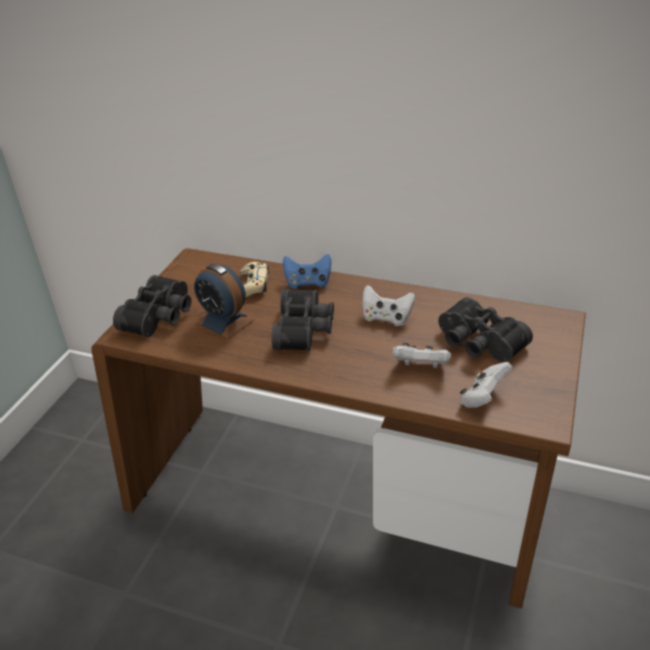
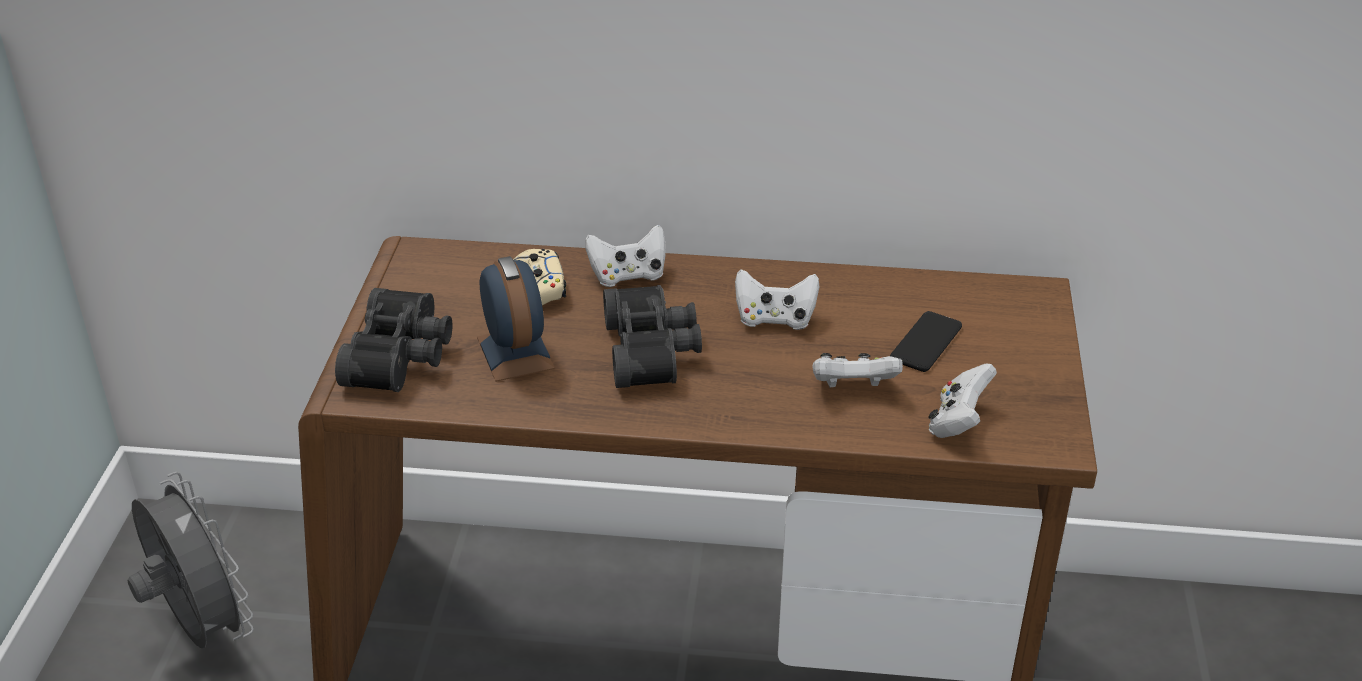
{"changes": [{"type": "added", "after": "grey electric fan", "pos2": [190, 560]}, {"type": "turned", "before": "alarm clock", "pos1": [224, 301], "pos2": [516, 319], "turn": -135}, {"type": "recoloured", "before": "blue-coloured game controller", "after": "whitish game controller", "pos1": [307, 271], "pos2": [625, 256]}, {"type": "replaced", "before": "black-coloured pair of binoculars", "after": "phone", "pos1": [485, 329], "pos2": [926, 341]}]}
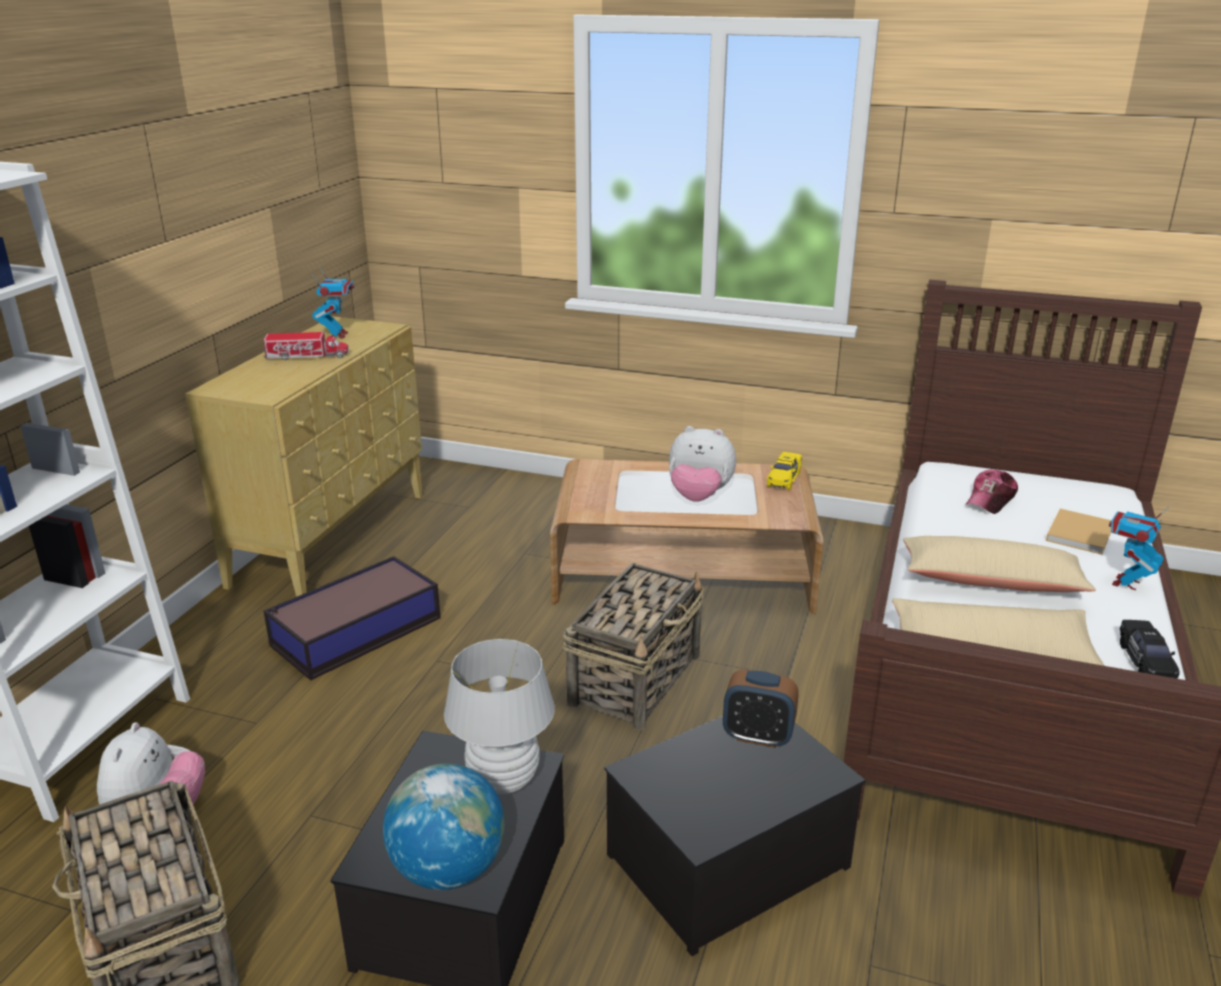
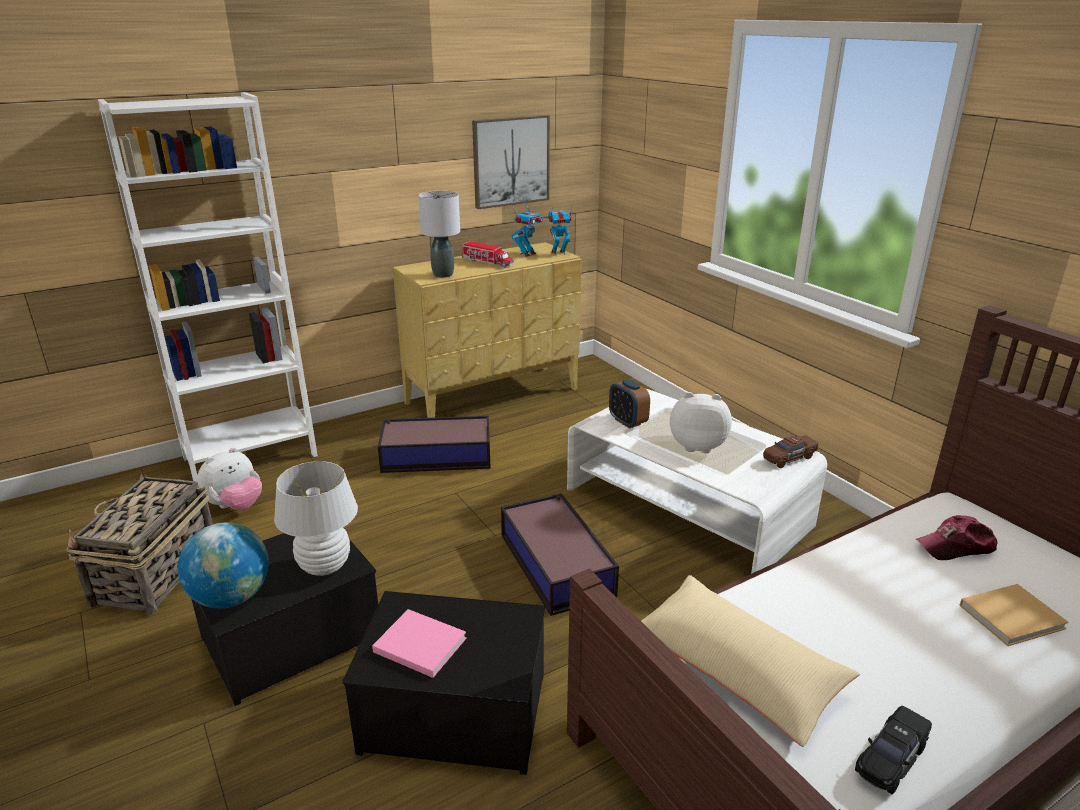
{"changes": [{"type": "added", "after": "pink-coloured bound book", "pos2": [419, 643]}, {"type": "added", "after": "grey lamp for a table", "pos2": [439, 234]}, {"type": "added", "after": "picture", "pos2": [511, 162]}, {"type": "replaced", "before": "household basket", "after": "storage bin", "pos1": [633, 646], "pos2": [560, 554]}, {"type": "moved", "before": "toy robot", "pos1": [1139, 548], "pos2": [560, 231]}, {"type": "recoloured", "before": "brown low table", "after": "whitish low table", "pos1": [686, 536], "pos2": [697, 481]}, {"type": "moved", "before": "alarm clock", "pos1": [761, 709], "pos2": [629, 404]}, {"type": "turned", "before": "soft toy", "pos1": [702, 464], "pos2": [701, 422], "turn": 135}, {"type": "recoloured", "before": "yellow model car", "after": "brown model car", "pos1": [784, 471], "pos2": [791, 451]}, {"type": "removed", "before": "beige-coloured cushion", "pos1": [999, 564]}]}
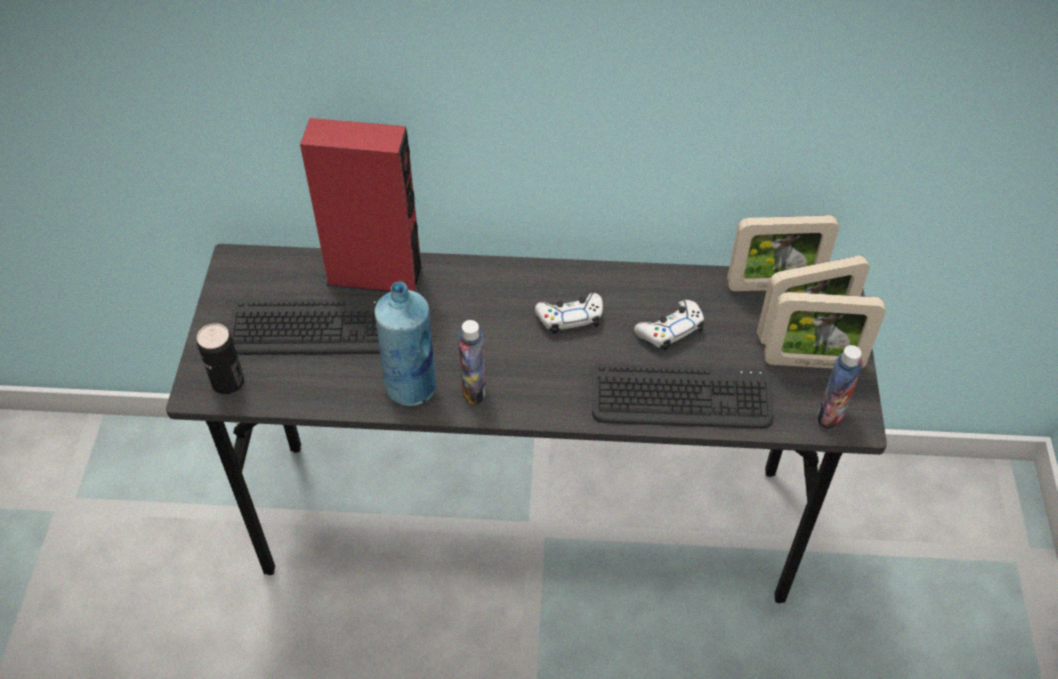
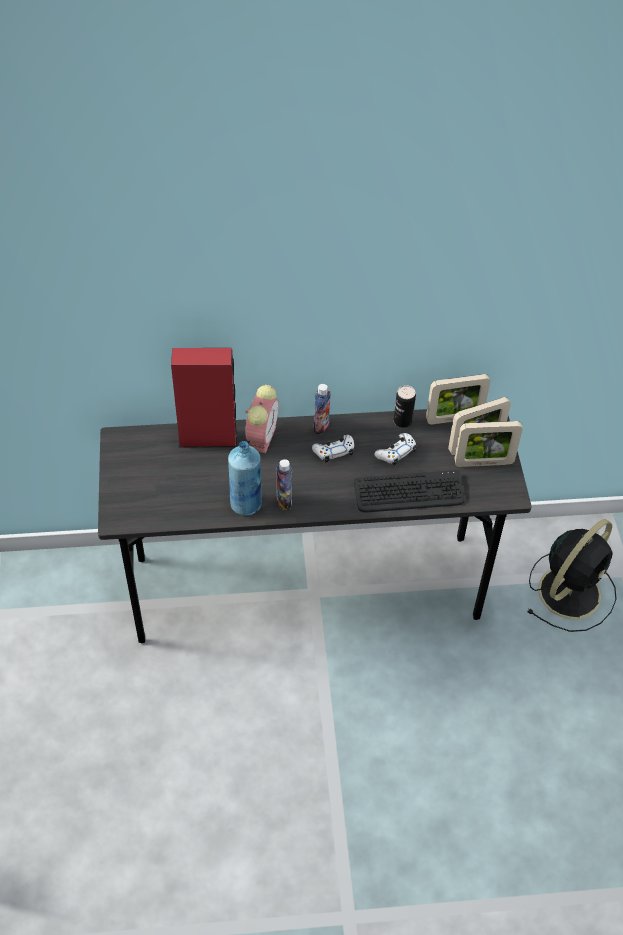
{"changes": [{"type": "added", "after": "alarm clock", "pos2": [262, 419]}, {"type": "moved", "before": "beverage bottle", "pos1": [840, 387], "pos2": [322, 409]}, {"type": "moved", "before": "metal can", "pos1": [220, 358], "pos2": [405, 406]}, {"type": "added", "after": "black-coloured electric fan", "pos2": [572, 575]}, {"type": "removed", "before": "computer keyboard", "pos1": [304, 327]}]}
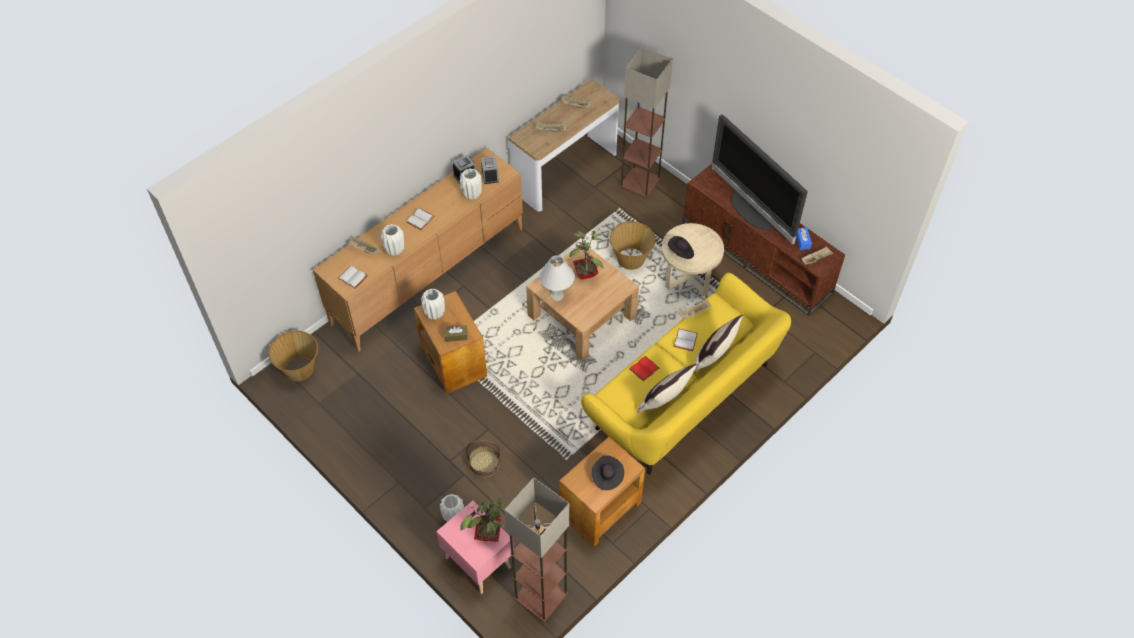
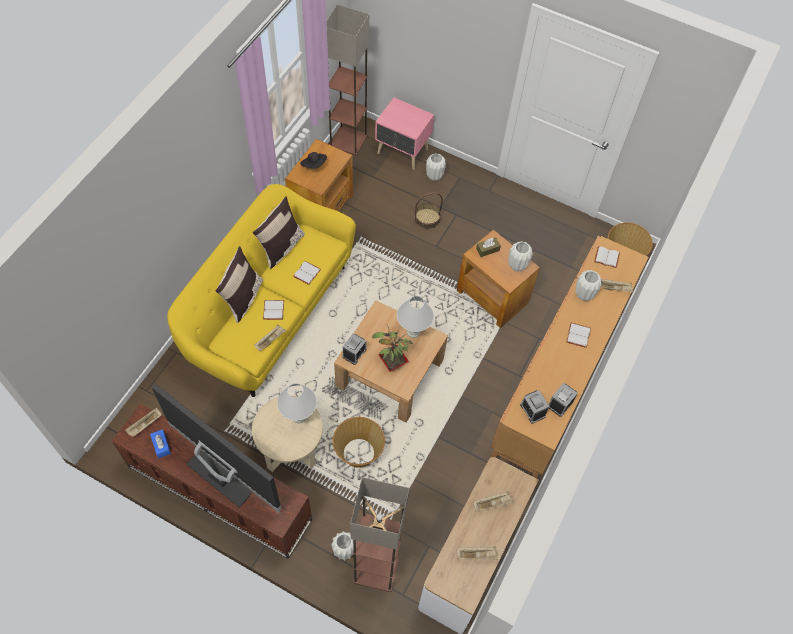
{"changes": [{"type": "replaced", "before": "black-coloured clothing hat", "after": "whitish lamp for a table", "pos1": [681, 247], "pos2": [297, 403]}, {"type": "recoloured", "before": "red-coloured bound book", "after": "whitish bound book", "pos1": [645, 368], "pos2": [307, 273]}, {"type": "moved", "before": "whitish flower vase", "pos1": [471, 184], "pos2": [342, 546]}, {"type": "added", "after": "alarm clock", "pos2": [354, 349]}, {"type": "removed", "before": "potted plant", "pos1": [482, 520]}]}
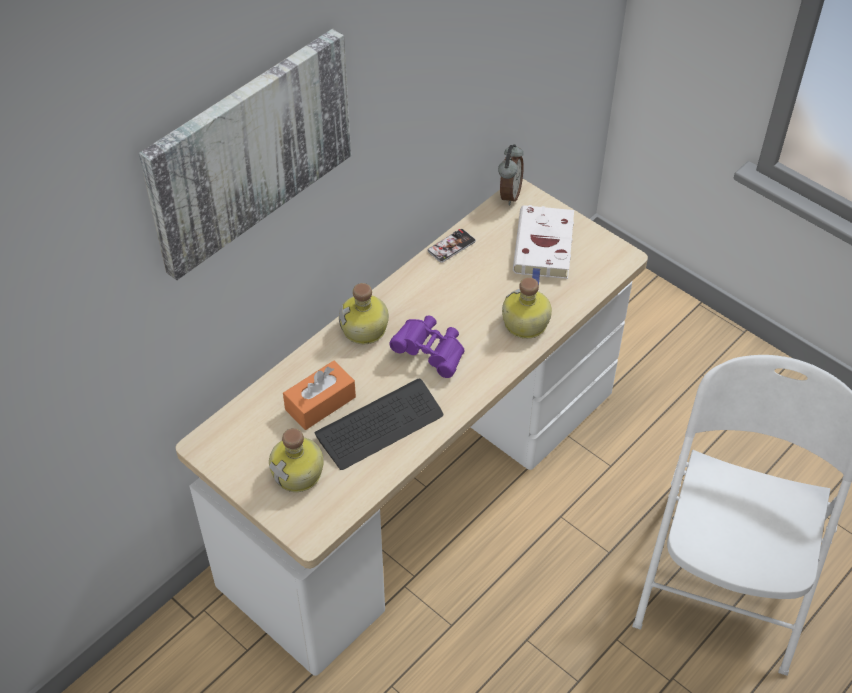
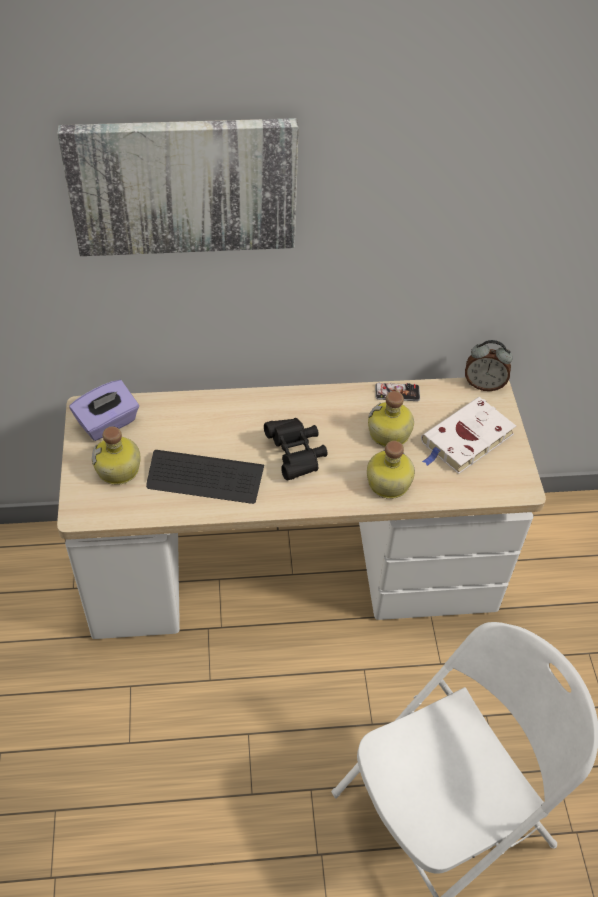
{"changes": [{"type": "added", "after": "purple box of tissues", "pos2": [104, 410]}, {"type": "recoloured", "before": "purple pair of binoculars", "after": "black-coloured pair of binoculars", "pos1": [427, 347], "pos2": [295, 449]}, {"type": "moved", "before": "beverage bottle", "pos1": [364, 313], "pos2": [391, 419]}, {"type": "turned", "before": "alarm clock", "pos1": [511, 174], "pos2": [488, 365], "turn": 45}, {"type": "removed", "before": "orangey box of tissues", "pos1": [319, 395]}]}
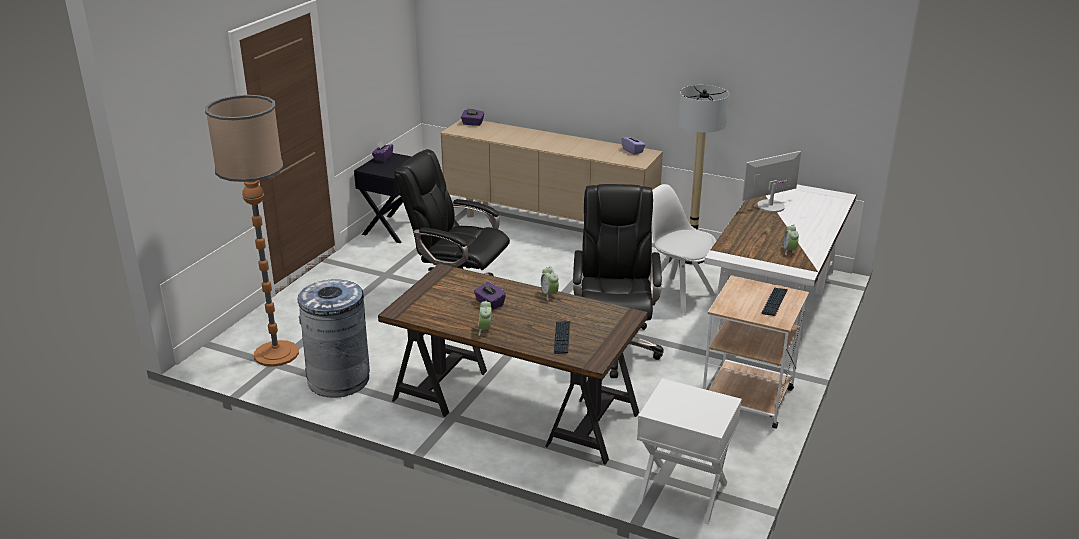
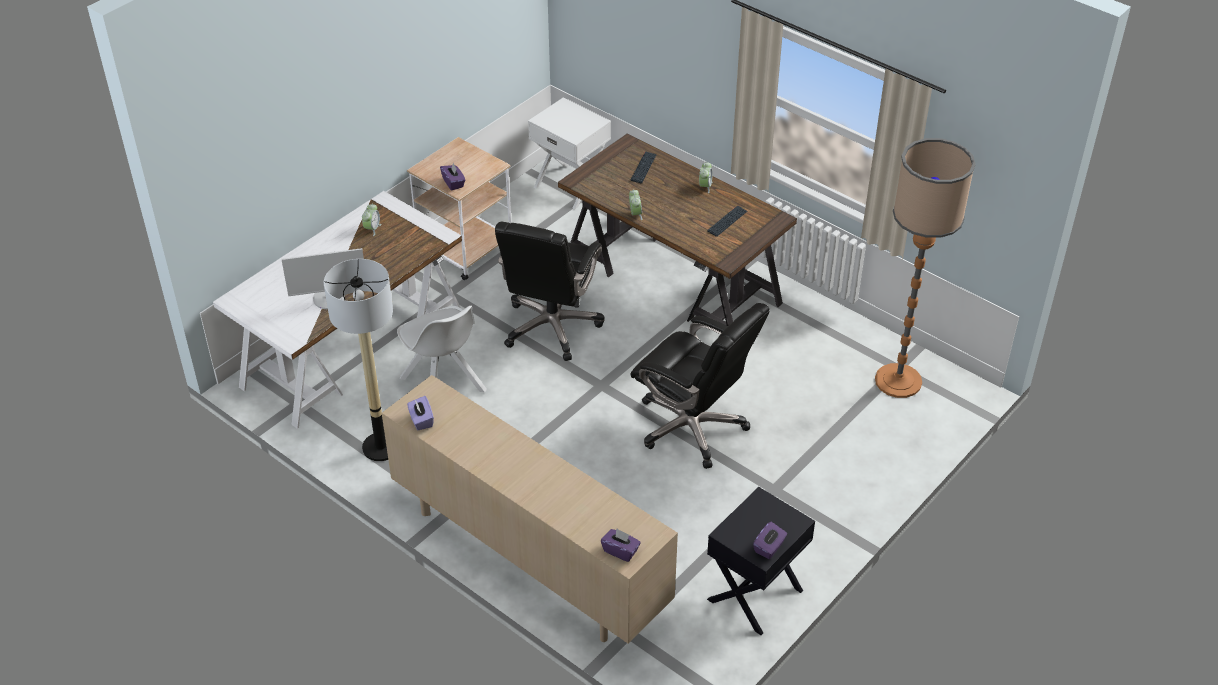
{"changes": [{"type": "moved", "before": "purple box of tissues", "pos1": [490, 296], "pos2": [452, 177]}, {"type": "moved", "before": "computer keyboard", "pos1": [775, 301], "pos2": [727, 221]}, {"type": "removed", "before": "grey trash can", "pos1": [334, 338]}]}
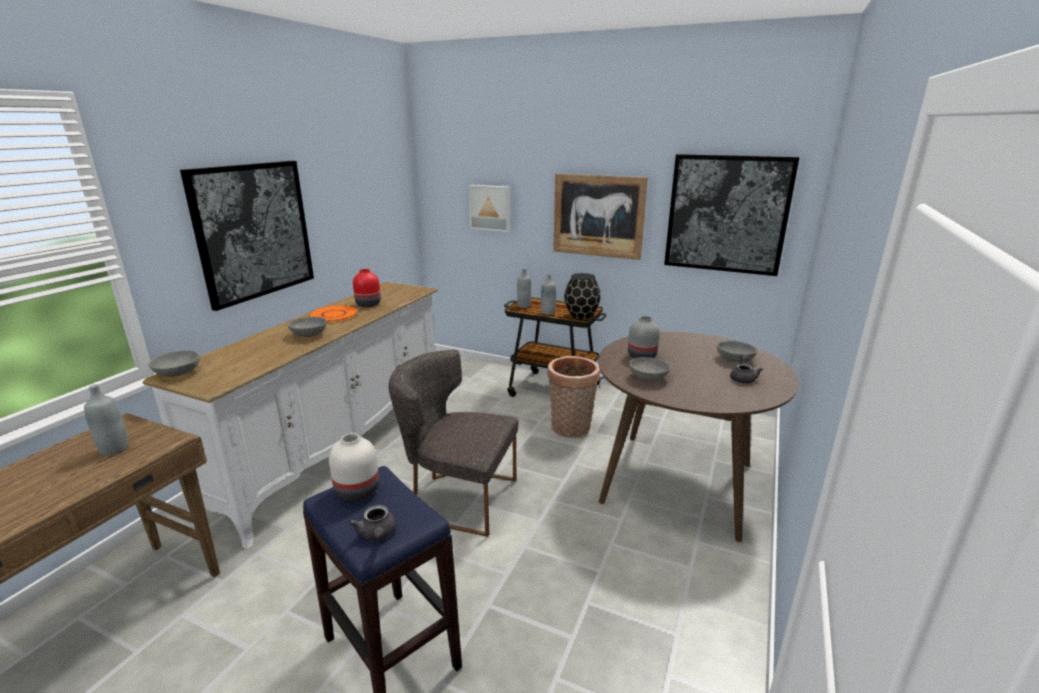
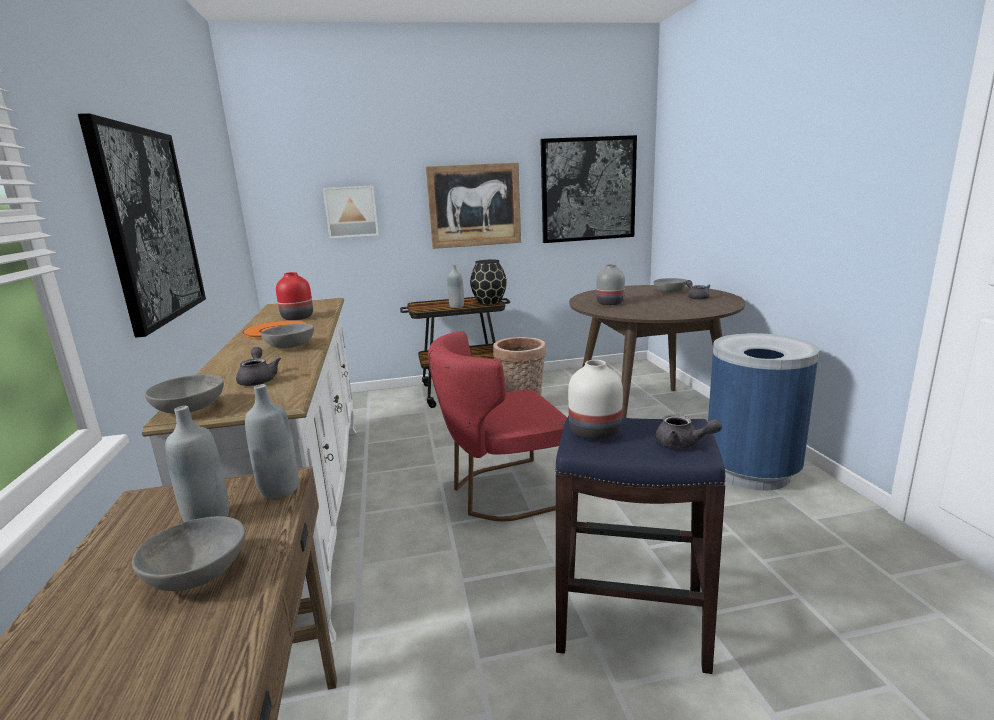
{"changes": [{"type": "moved", "before": "grey serving bowl", "pos1": [649, 369], "pos2": [188, 553]}, {"type": "added", "after": "grey tea pot", "pos2": [258, 366]}, {"type": "moved", "before": "grey beverage bottle", "pos1": [524, 288], "pos2": [272, 441]}, {"type": "recoloured", "before": "grey upright chair", "after": "red-coloured upright chair", "pos1": [453, 443], "pos2": [497, 426]}, {"type": "added", "after": "blue-coloured trash can", "pos2": [763, 412]}]}
